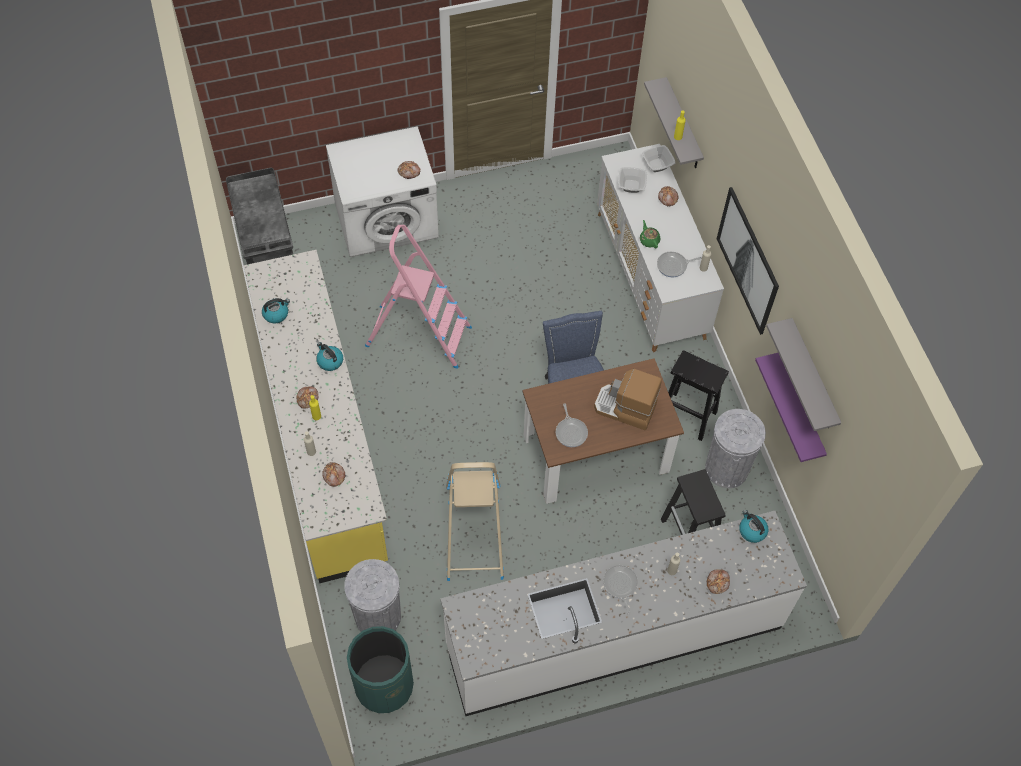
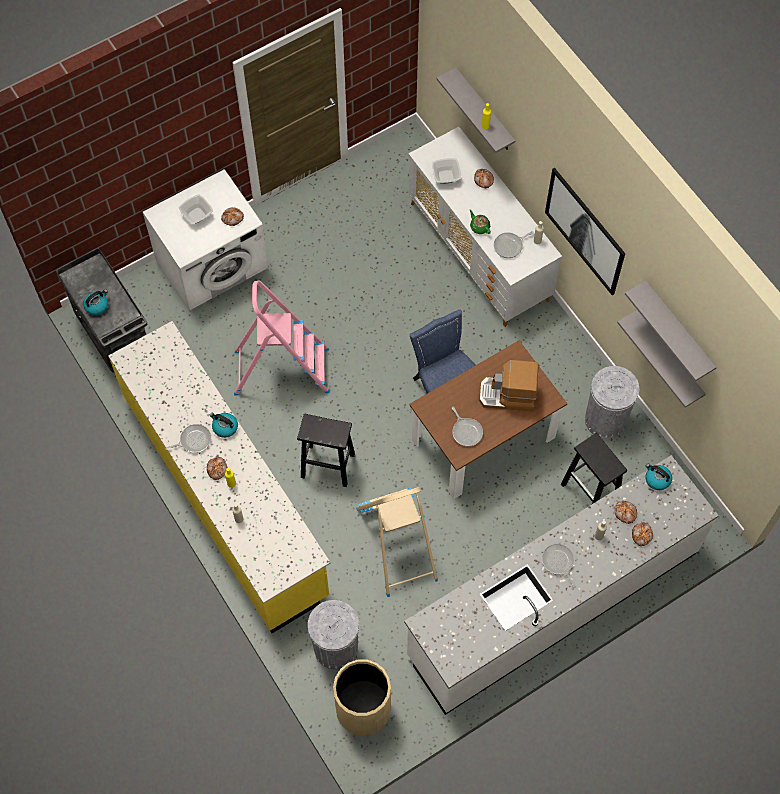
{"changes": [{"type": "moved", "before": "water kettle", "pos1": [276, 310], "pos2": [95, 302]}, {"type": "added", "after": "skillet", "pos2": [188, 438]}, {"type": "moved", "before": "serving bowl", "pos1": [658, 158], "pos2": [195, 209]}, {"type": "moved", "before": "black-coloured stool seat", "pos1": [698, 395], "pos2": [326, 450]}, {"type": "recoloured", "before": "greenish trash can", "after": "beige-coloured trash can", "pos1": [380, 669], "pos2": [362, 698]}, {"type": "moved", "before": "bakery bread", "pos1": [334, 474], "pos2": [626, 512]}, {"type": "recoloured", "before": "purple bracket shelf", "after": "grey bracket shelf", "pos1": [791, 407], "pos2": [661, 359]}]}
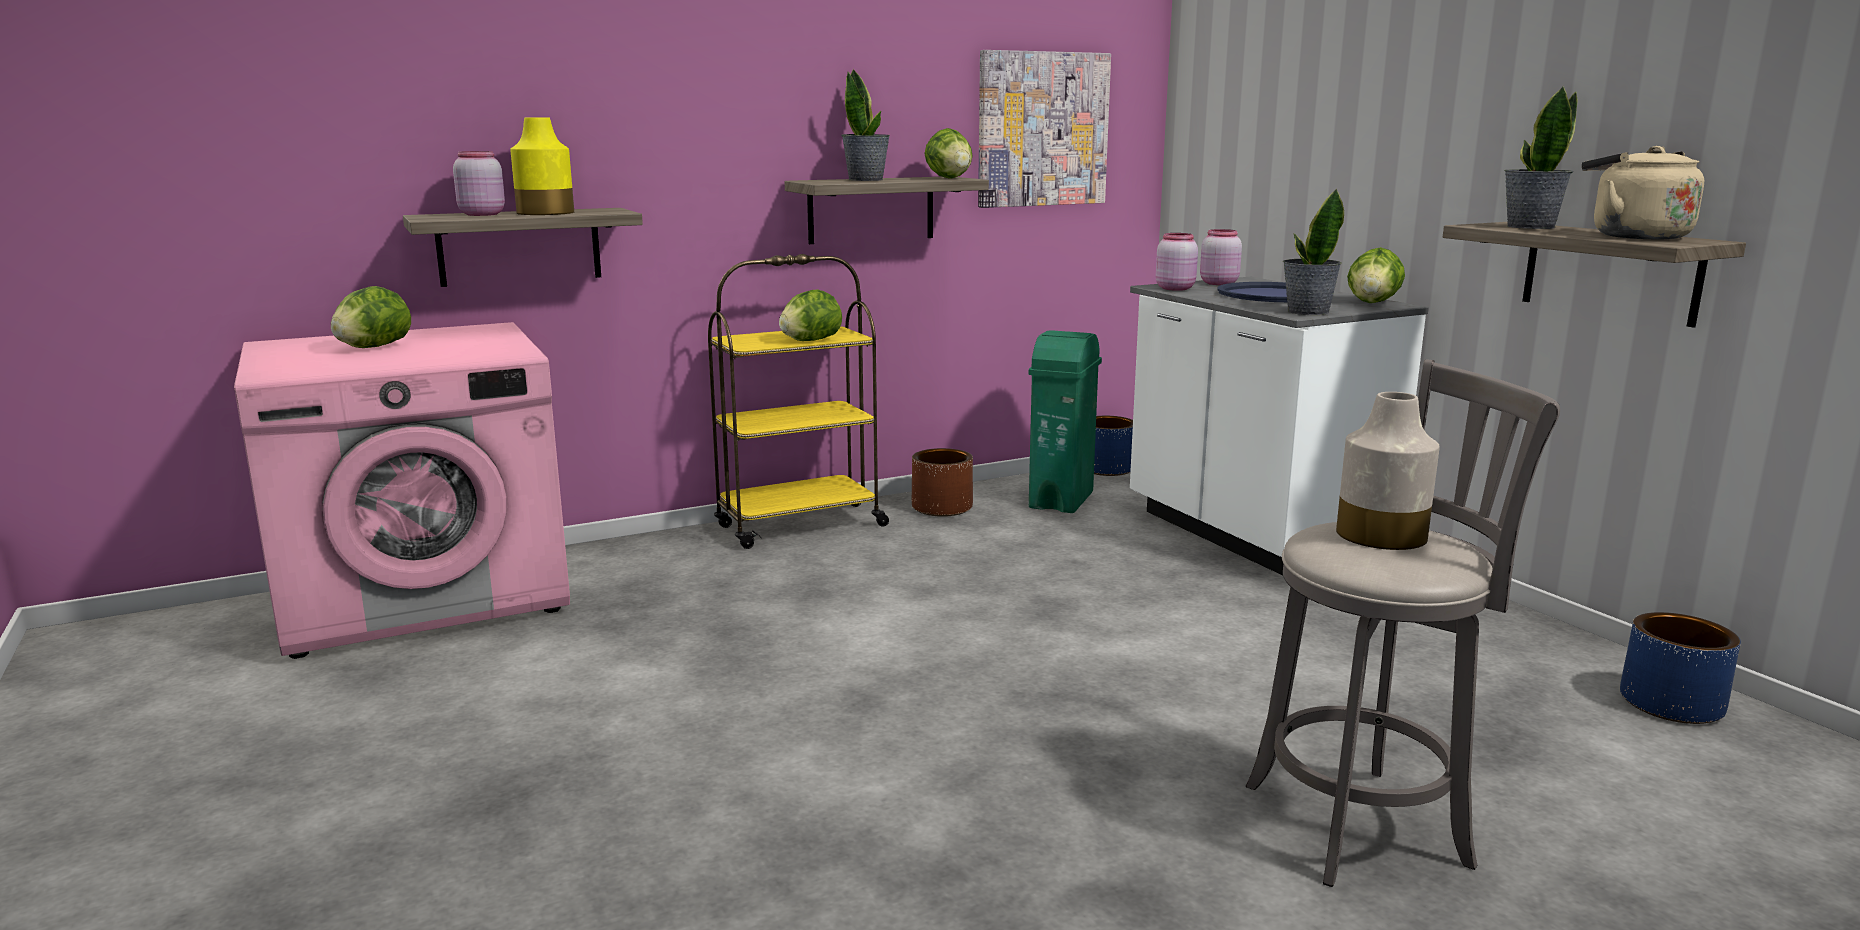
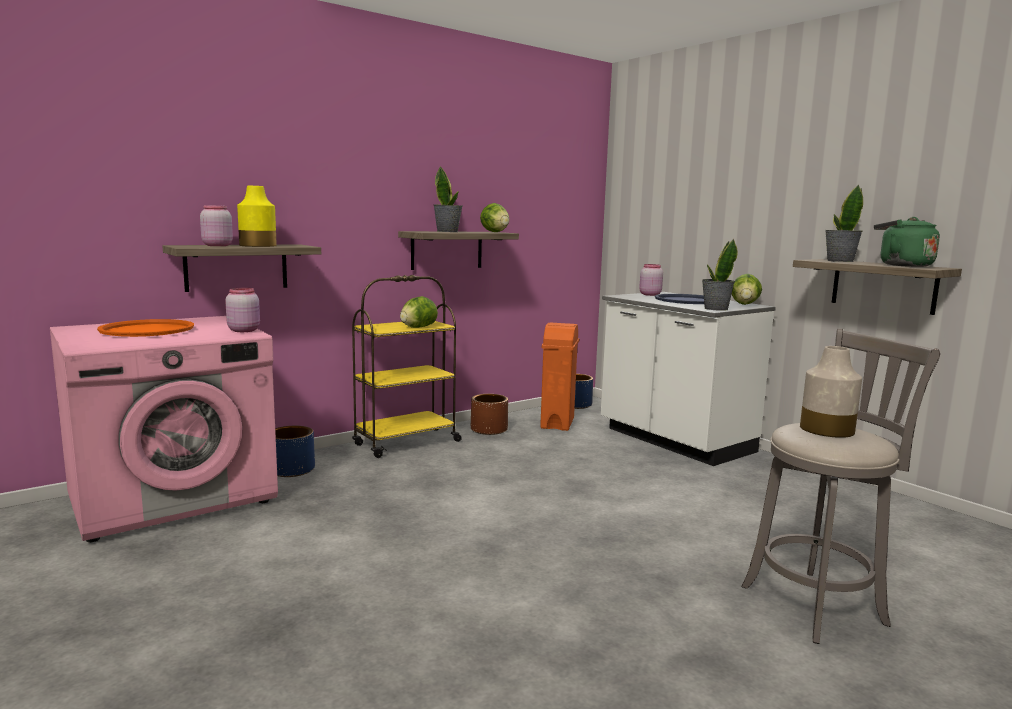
{"changes": [{"type": "replaced", "before": "head of lettuce", "after": "orangey carrying tray", "pos1": [371, 317], "pos2": [145, 328]}, {"type": "moved", "before": "pink-coloured preserve jar", "pos1": [1177, 262], "pos2": [242, 310]}, {"type": "moved", "before": "blue-coloured plant pot", "pos1": [1680, 668], "pos2": [295, 451]}, {"type": "recoloured", "before": "greenish trash can", "after": "orangey trash can", "pos1": [1065, 421], "pos2": [559, 377]}, {"type": "recoloured", "before": "beige-coloured water kettle", "after": "greenish water kettle", "pos1": [1643, 192], "pos2": [907, 242]}, {"type": "removed", "before": "picture", "pos1": [1044, 129]}]}
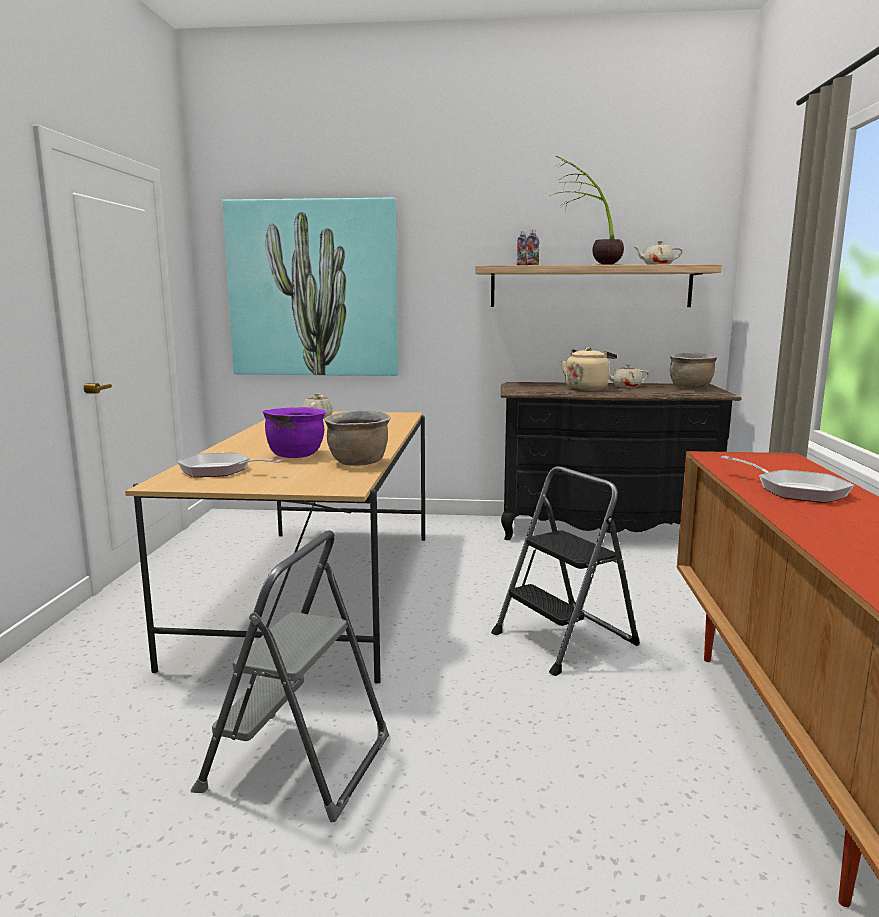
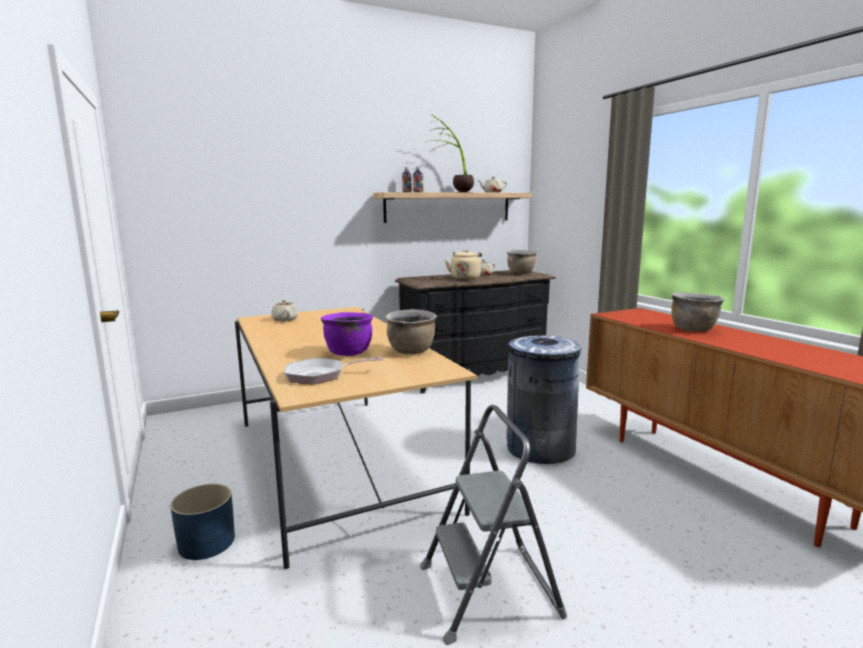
{"changes": [{"type": "added", "after": "blue-coloured plant pot", "pos2": [202, 522]}, {"type": "replaced", "before": "black-coloured step ladder", "after": "grey trash can", "pos1": [565, 571], "pos2": [543, 399]}, {"type": "replaced", "before": "skillet", "after": "brown saucepot", "pos1": [787, 479], "pos2": [697, 312]}, {"type": "removed", "before": "picture", "pos1": [310, 287]}]}
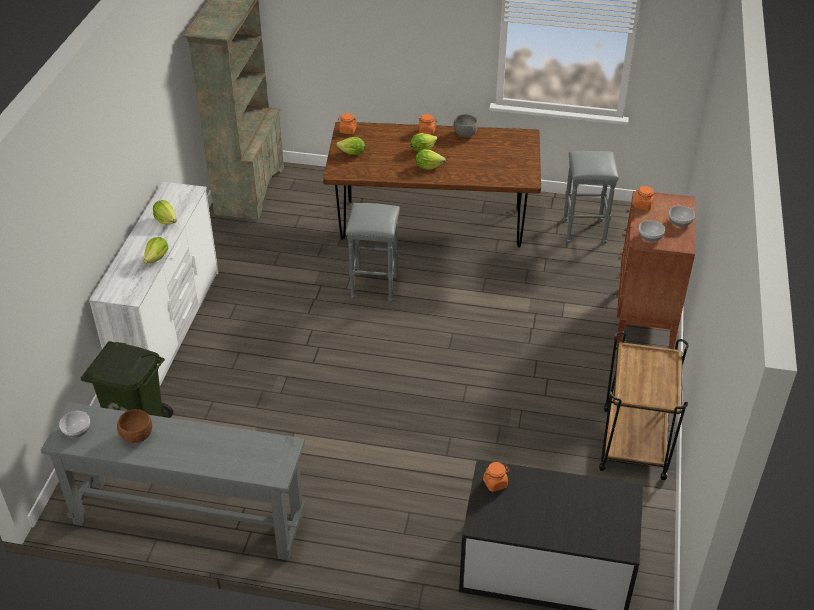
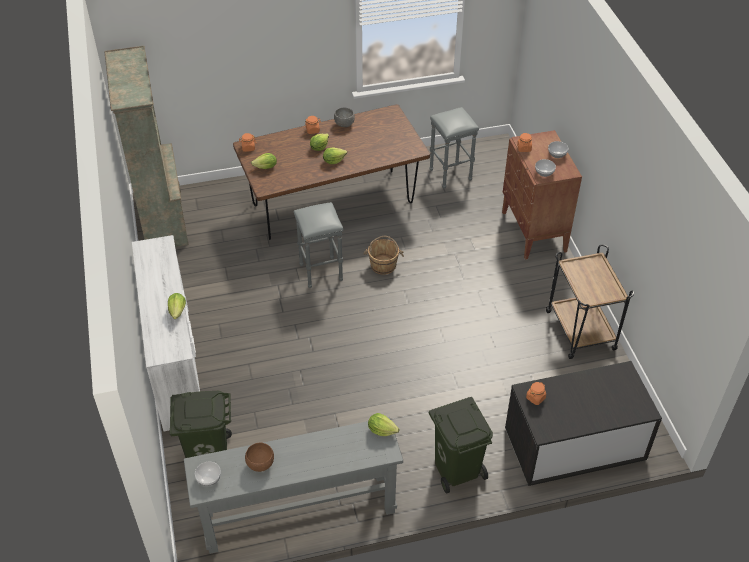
{"changes": [{"type": "added", "after": "brown pail", "pos2": [383, 255]}, {"type": "moved", "before": "head of lettuce", "pos1": [165, 212], "pos2": [383, 424]}, {"type": "added", "after": "greenish trash can", "pos2": [461, 445]}]}
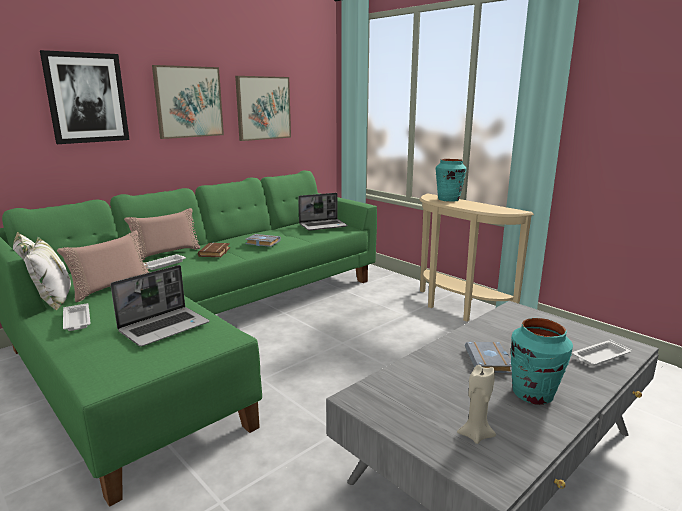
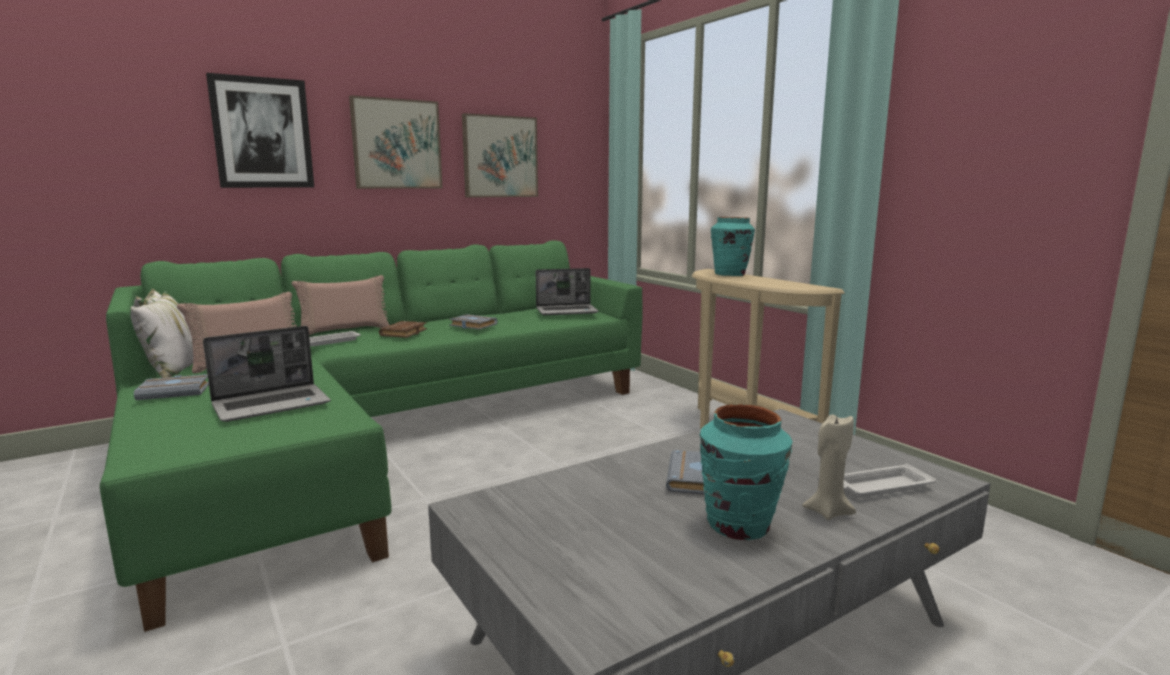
{"changes": [{"type": "replaced", "before": "whitish carrying tray", "after": "grey bound book", "pos1": [77, 317], "pos2": [171, 387]}, {"type": "moved", "before": "beige-coloured wax light", "pos1": [476, 404], "pos2": [829, 467]}]}
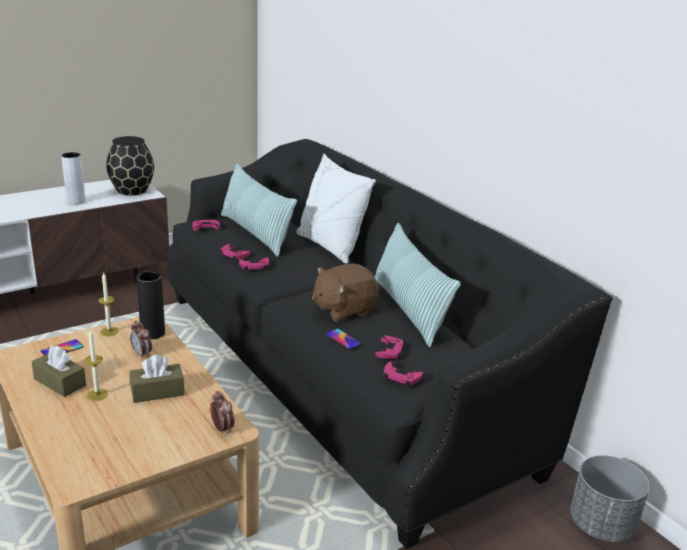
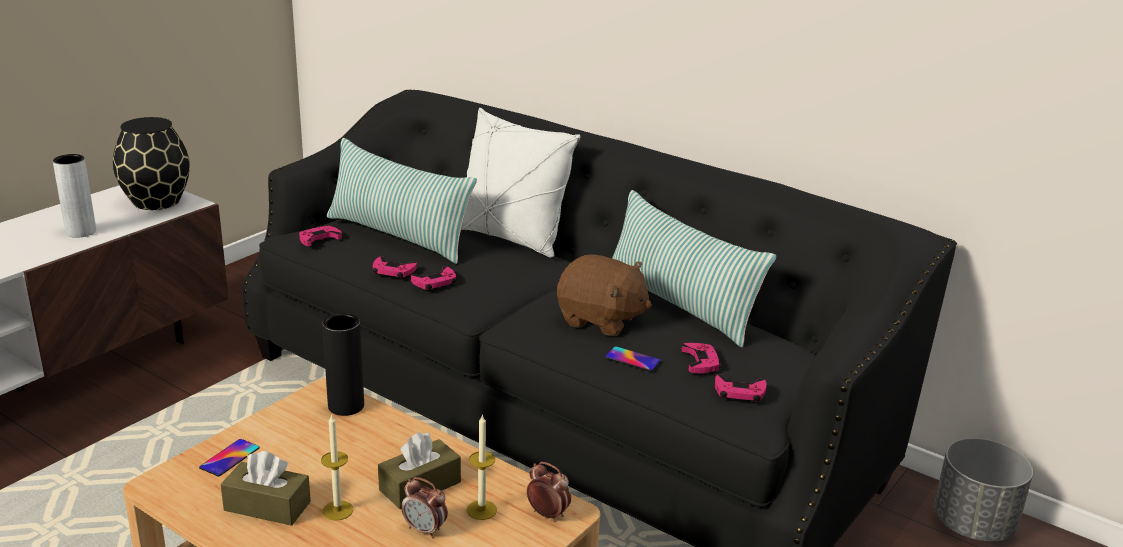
{"changes": [{"type": "moved", "before": "alarm clock", "pos1": [141, 339], "pos2": [424, 507]}, {"type": "moved", "before": "wax light", "pos1": [108, 304], "pos2": [482, 467]}, {"type": "turned", "before": "brown soft toy", "pos1": [345, 293], "pos2": [604, 295], "turn": -105}]}
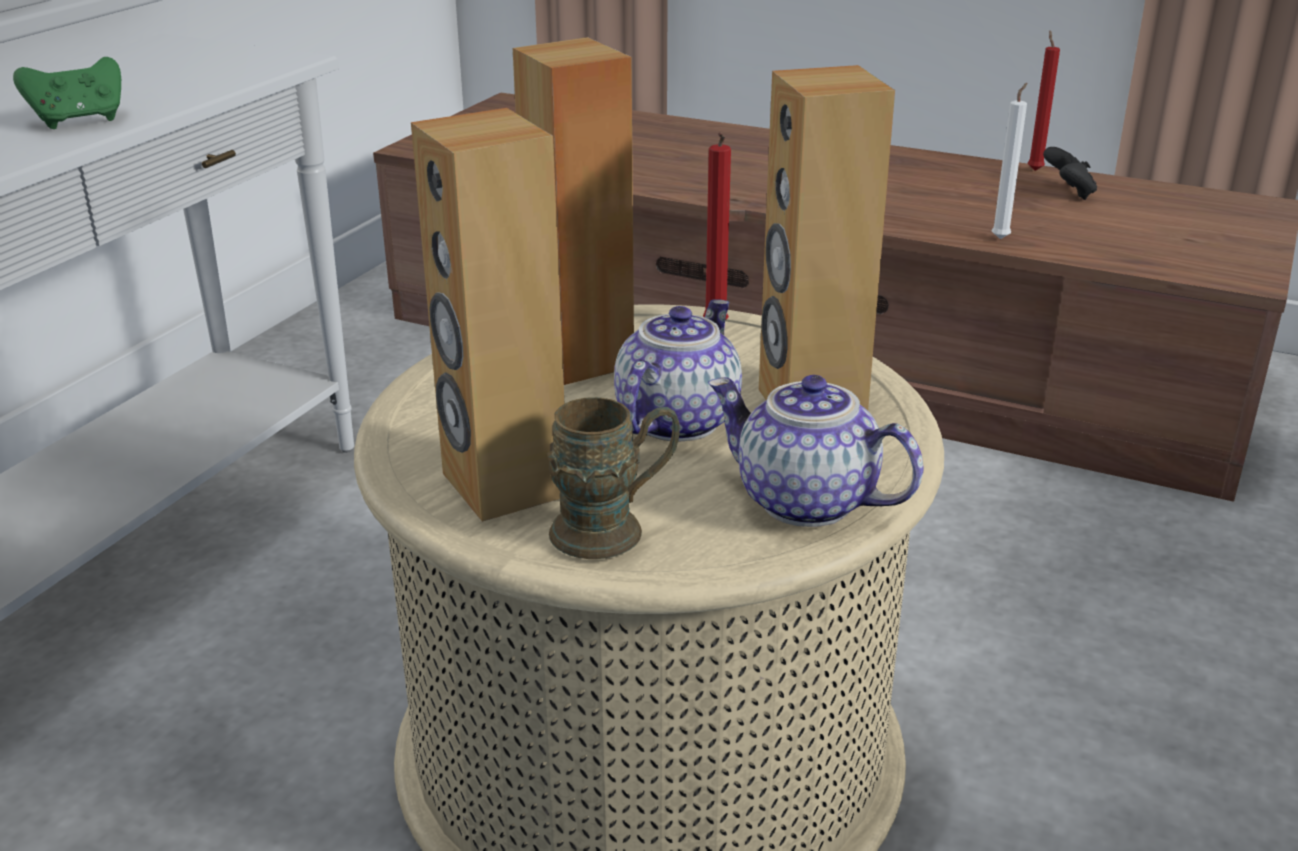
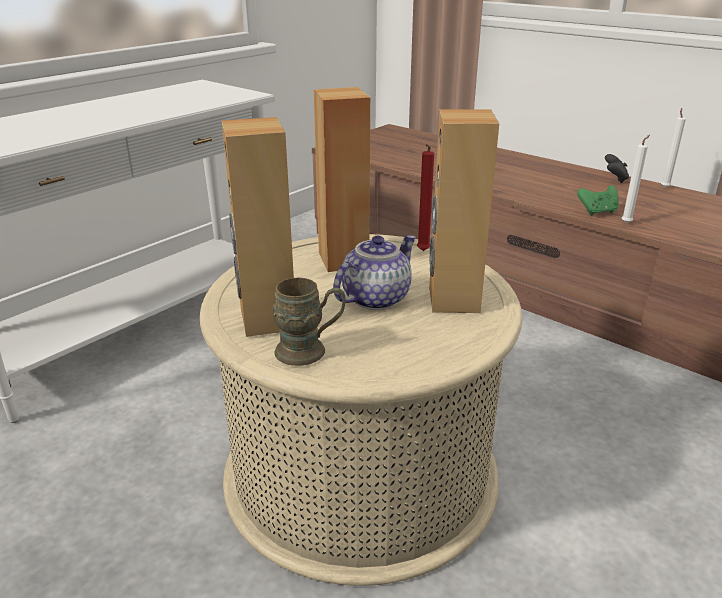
{"changes": [{"type": "moved", "before": "greenish game controller", "pos1": [67, 93], "pos2": [598, 200]}, {"type": "moved", "before": "black-coloured game controller", "pos1": [1070, 173], "pos2": [617, 168]}, {"type": "recoloured", "before": "red-coloured wax light", "after": "whitish wax light", "pos1": [1044, 101], "pos2": [673, 148]}, {"type": "removed", "before": "tea pot", "pos1": [815, 451]}]}
